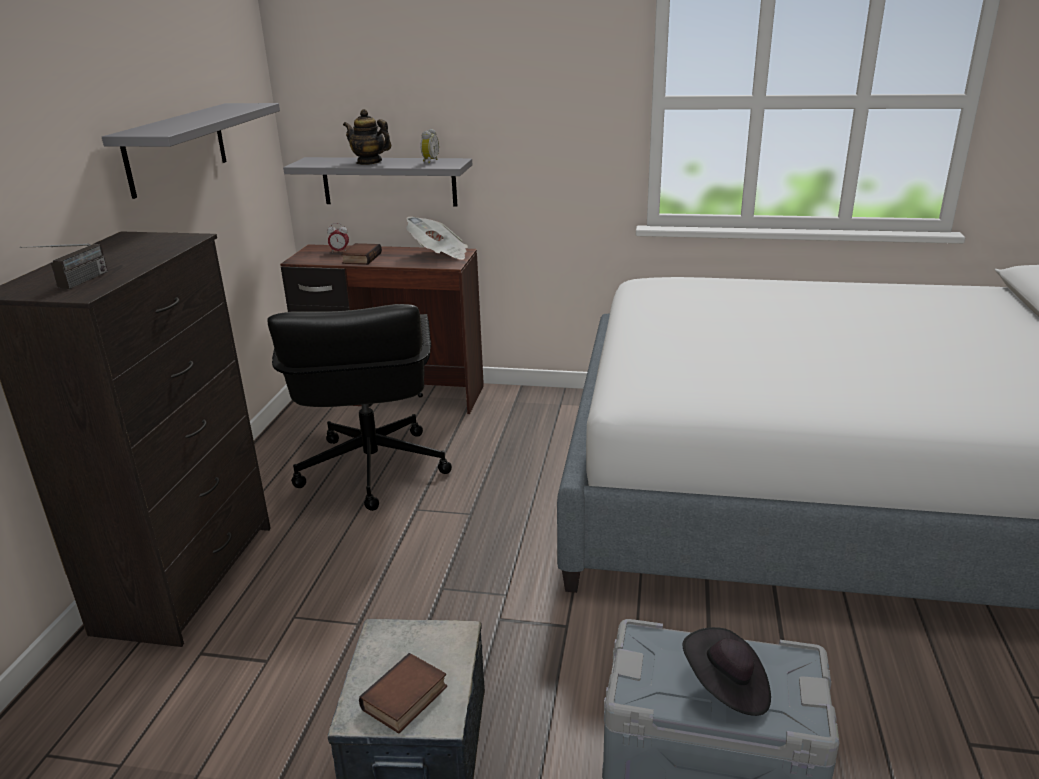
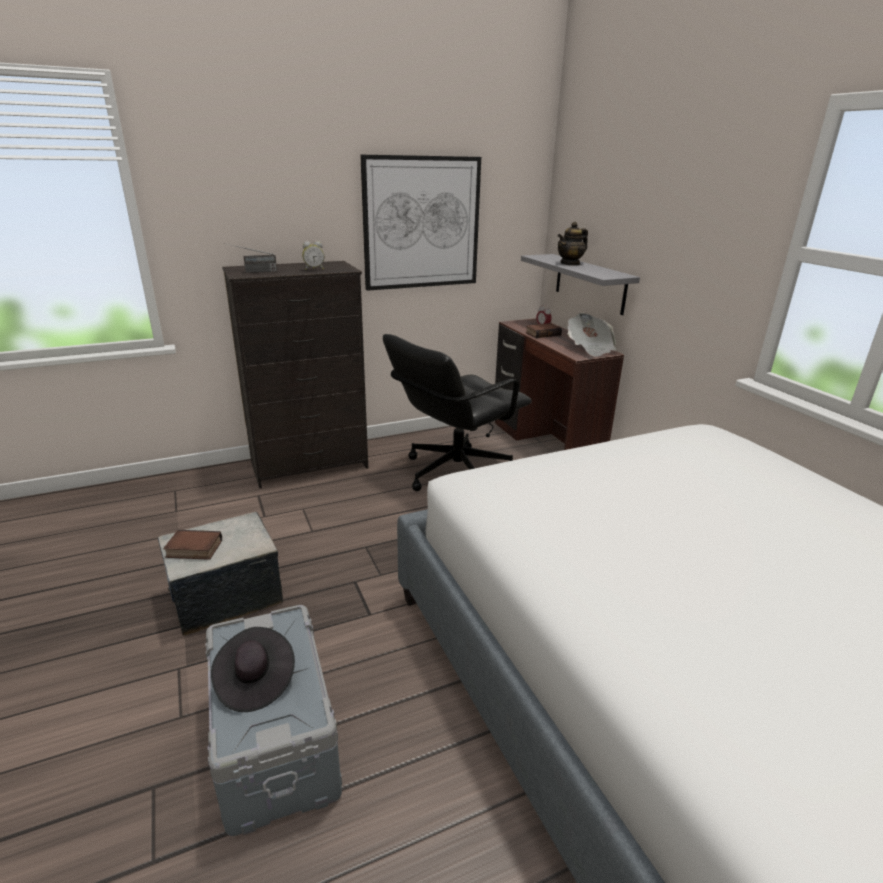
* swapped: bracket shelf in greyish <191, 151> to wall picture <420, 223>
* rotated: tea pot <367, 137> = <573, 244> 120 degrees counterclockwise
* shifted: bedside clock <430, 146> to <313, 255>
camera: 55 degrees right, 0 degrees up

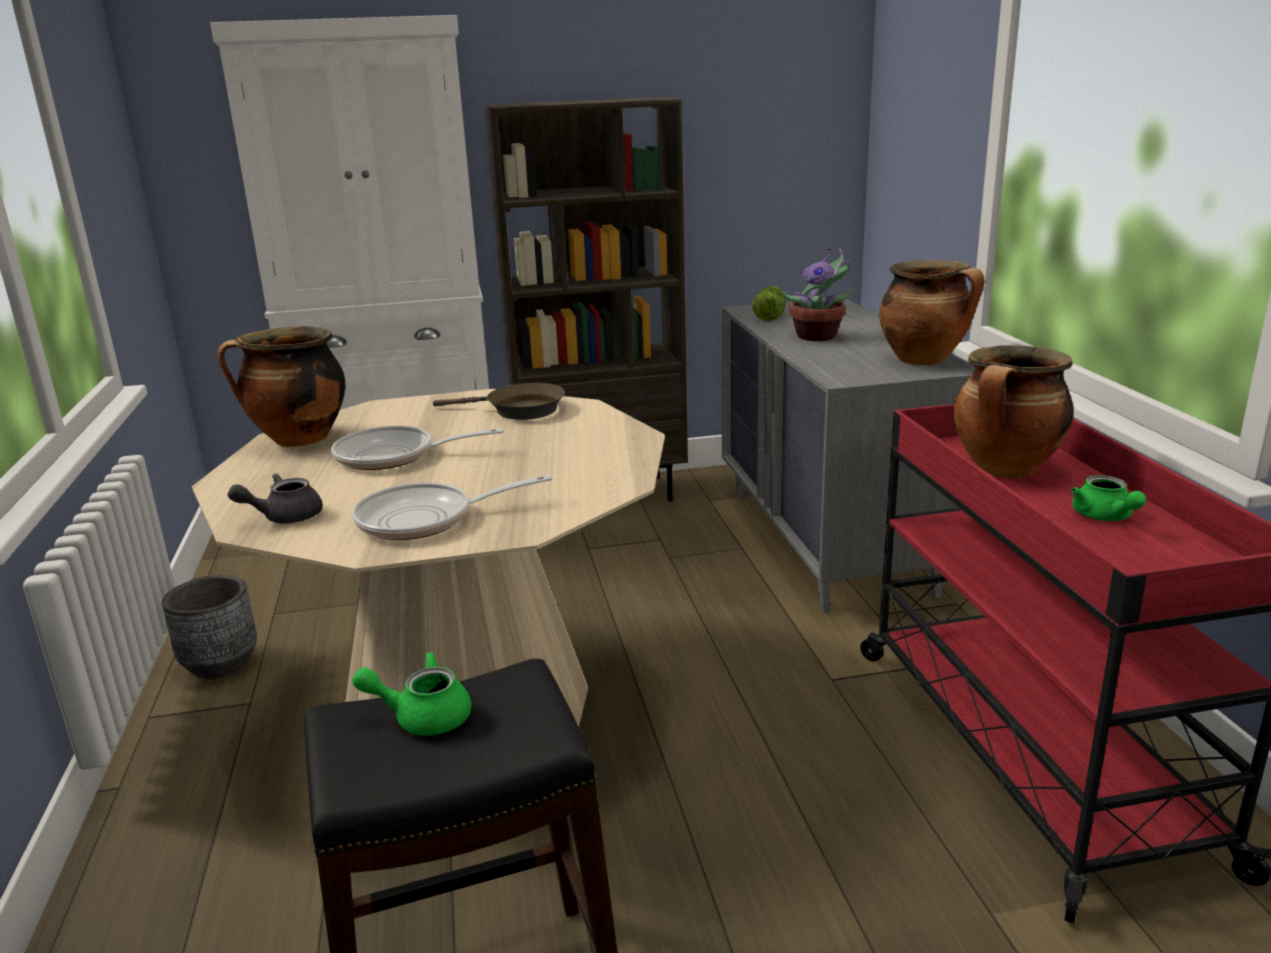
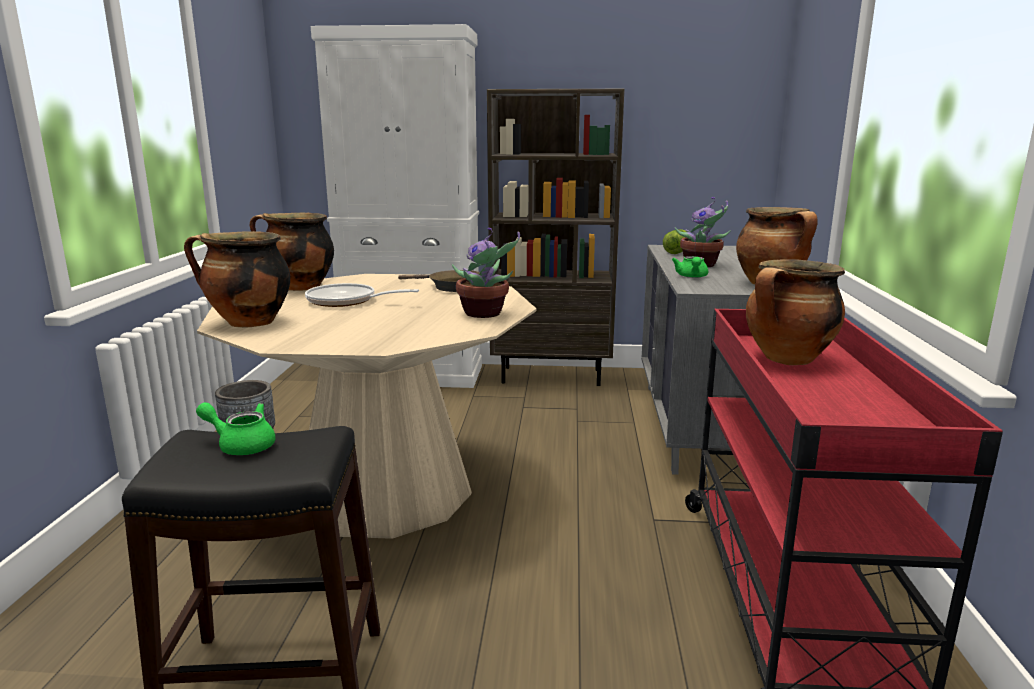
* swapped: tea pot in greyish <275, 498> to cooking pot <237, 279>
* gone: pan <452, 507>
* shifted: tea pot in greenish <1108, 498> to <690, 267>
* new: houseplant <486, 273>
camera: 15 degrees right, 5 degrees down

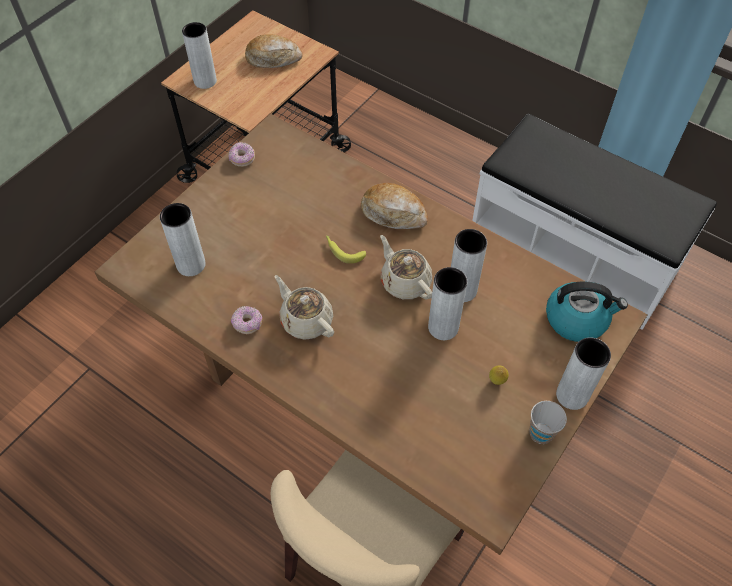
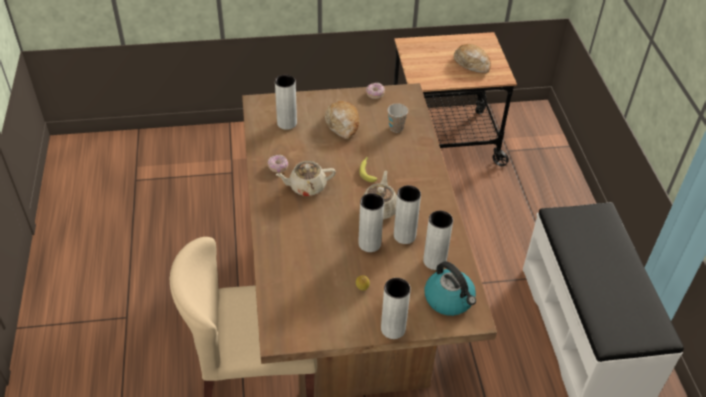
* shifted: vase in greyish <199, 55> to <438, 240>
* shifted: bread <394, 206> to <342, 120>
* rotated: tea pot in beige-coloured <304, 307> = <305, 178> 105 degrees counterclockwise
* shifted: drinking cup <548, 422> to <397, 118>
camera: 45 degrees right, 10 degrees down

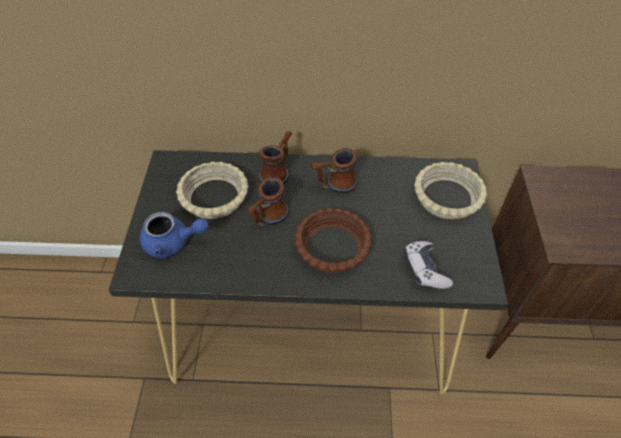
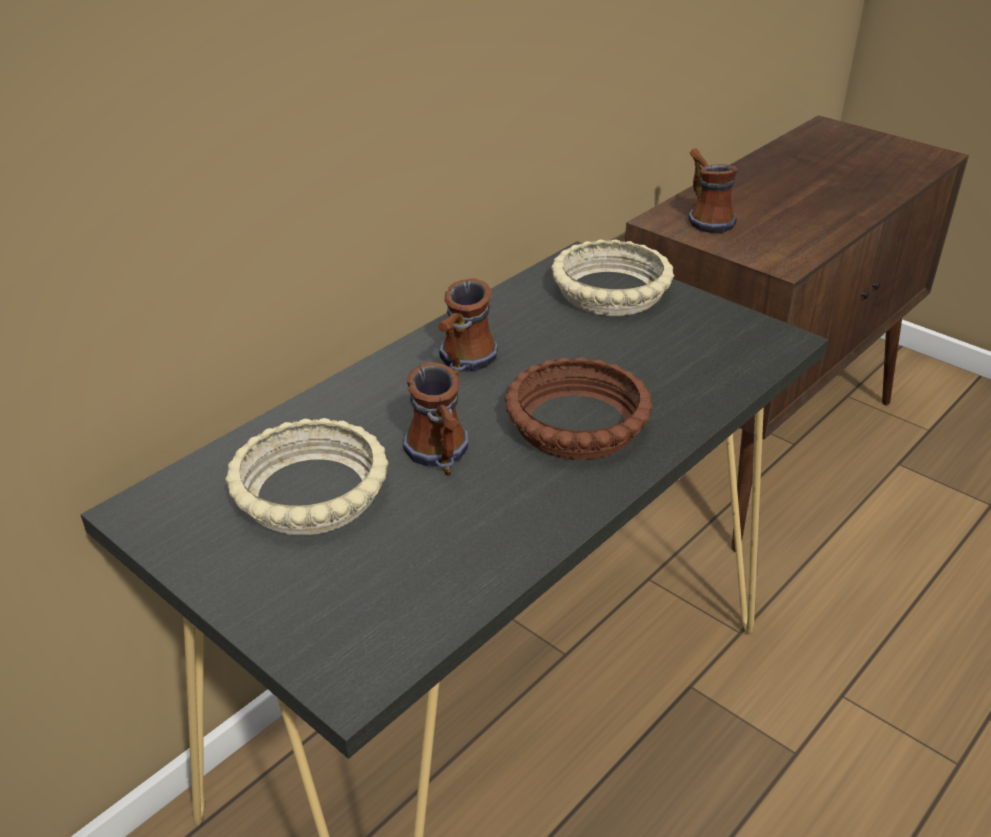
* shifted: tea mug <275, 158> to <713, 190>
* gone: tea pot in blue <174, 235>
* gone: gamepad <428, 265>
camera: 50 degrees left, 15 degrees down

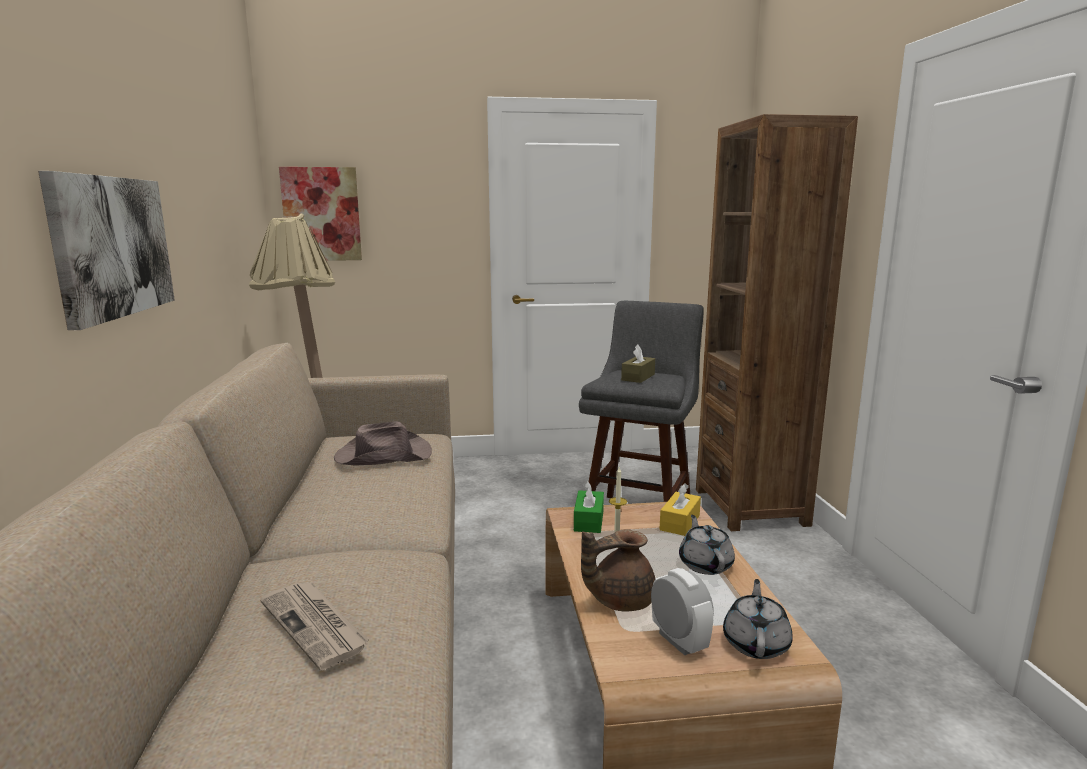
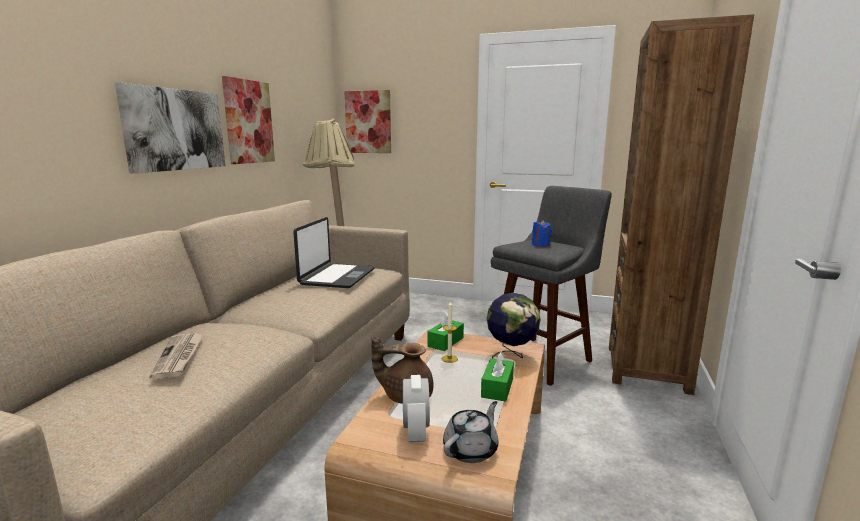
* swapped: tissue holder in brown-coloured <638, 364> to candle in blue <542, 233>
* swapped: wearable hat in brown-coloured <383, 443> to notebook computer <334, 252>
* swapped: tissue holder in yellowish <680, 509> to desk globe <514, 326>
* swapped: tea pot in greyish <707, 545> to tissue holder in greenish <497, 377>
* new: wall picture <248, 120>
camera: 25 degrees right, 0 degrees up

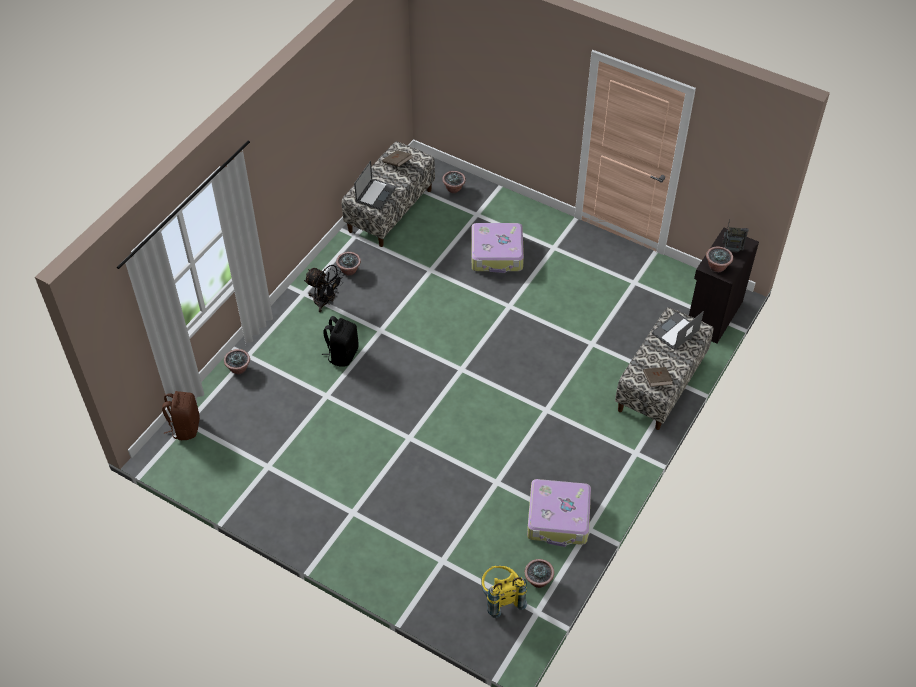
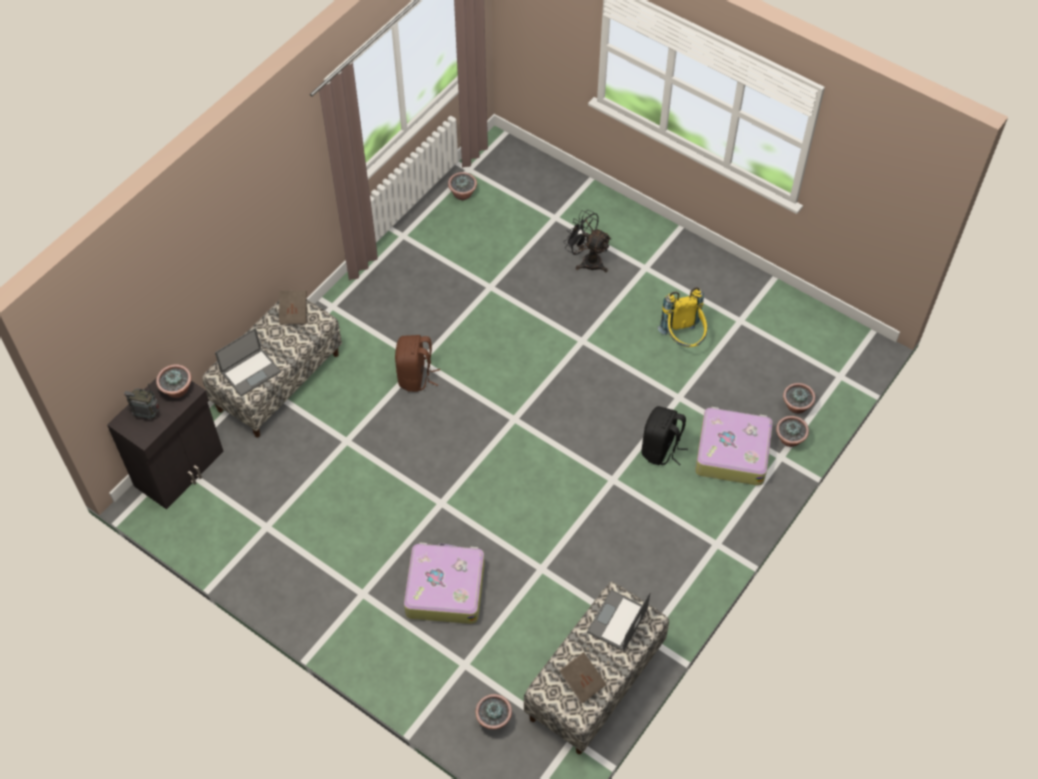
* shifted: houseplant <348, 264> to <799, 398>
* shifted: cooling fan in black-coloured <324, 288> to <588, 241>
* shifted: rucksack in brown-coloured <181, 415> to <417, 363>
* shifted: piece of luggage <559, 513> to <734, 446>
* shifted: rucksack in yellowish <504, 591> to <682, 317>
camera: 175 degrees left, 5 degrees up

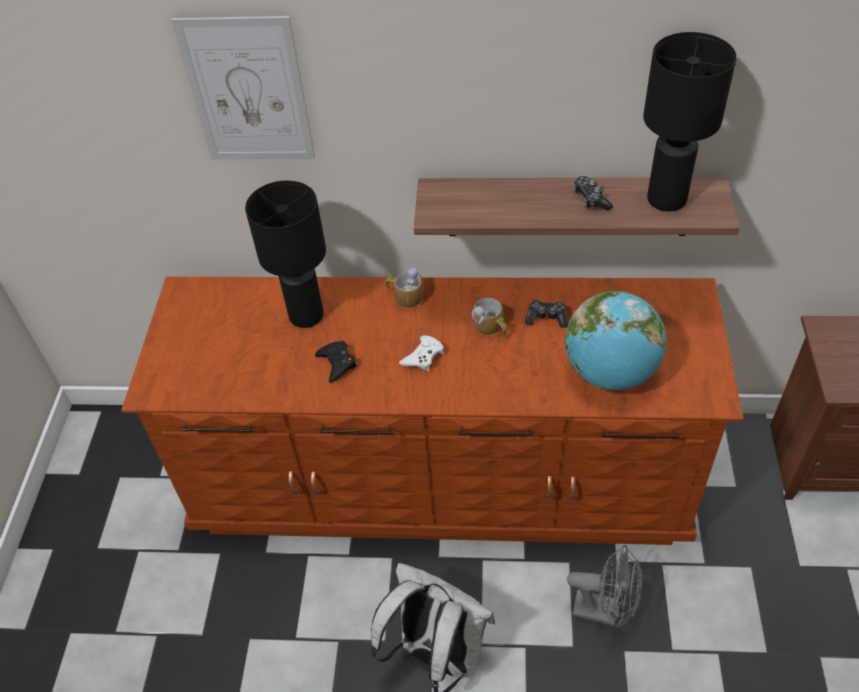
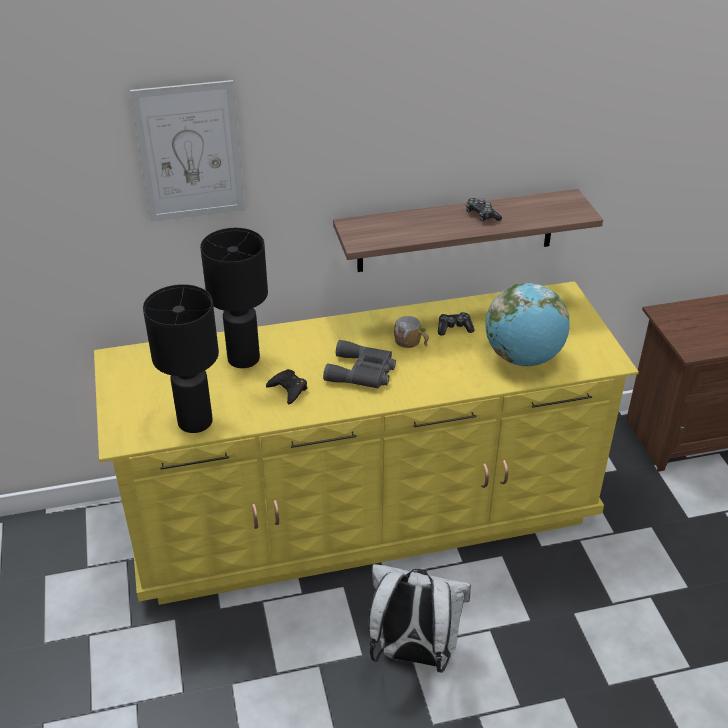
* shifted: tabletop lamp in black-coloured <690, 121> to <181, 358>
* gone: tea mug <404, 287>
* repainted: chest of drawers in brown-coloured <432, 411> to chest of drawers in yellowish <366, 443>
* swapped: gamepad in white-coloured <421, 353> to field glasses in greyish <359, 364>
* gone: cooling fan in greyish <604, 587>
camera: 20 degrees left, 10 degrees down

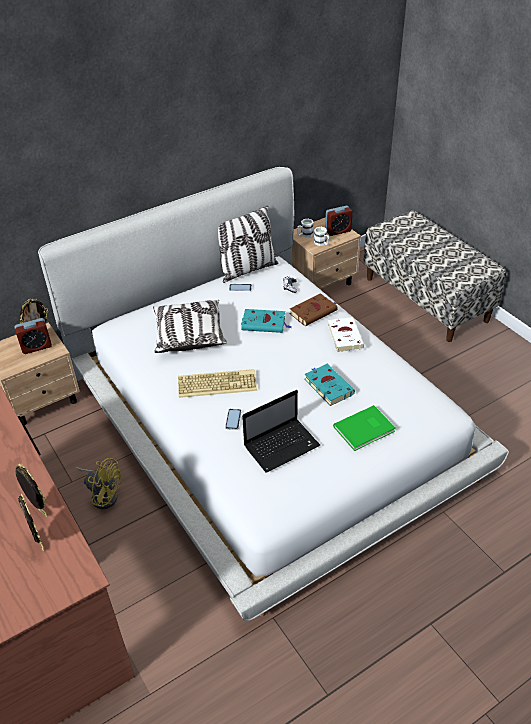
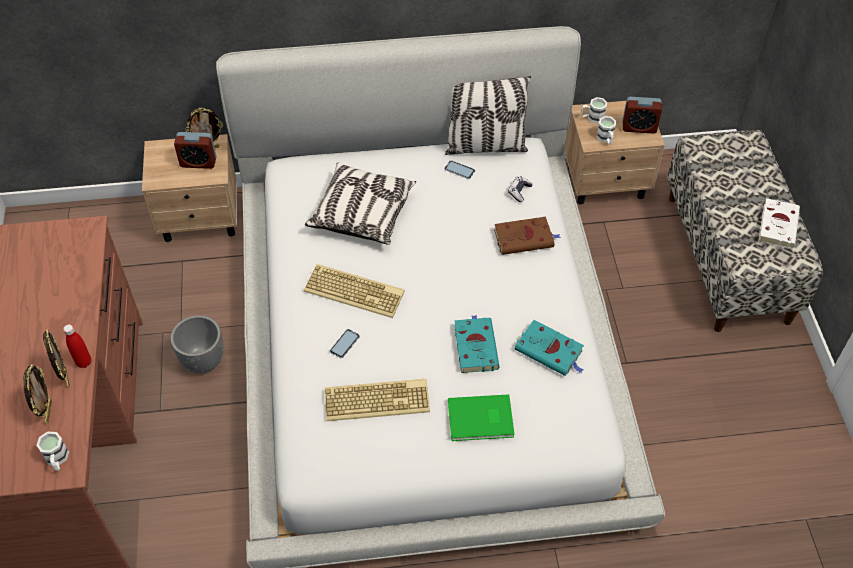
* shifted: volume in turquoise <266, 321> to <549, 348>
* shifted: volume in white-coloured <346, 334> to <779, 223>
* swapped: notebook computer <281, 431> to PC keyboard <377, 400>
* swapped: cooling fan in yellowish <98, 483> to flower pot in greyish <197, 344>
* new: drink bottle in reddish <77, 346>
* new: tea mug in white-coloured <52, 451>
camera: 25 degrees right, 10 degrees up

